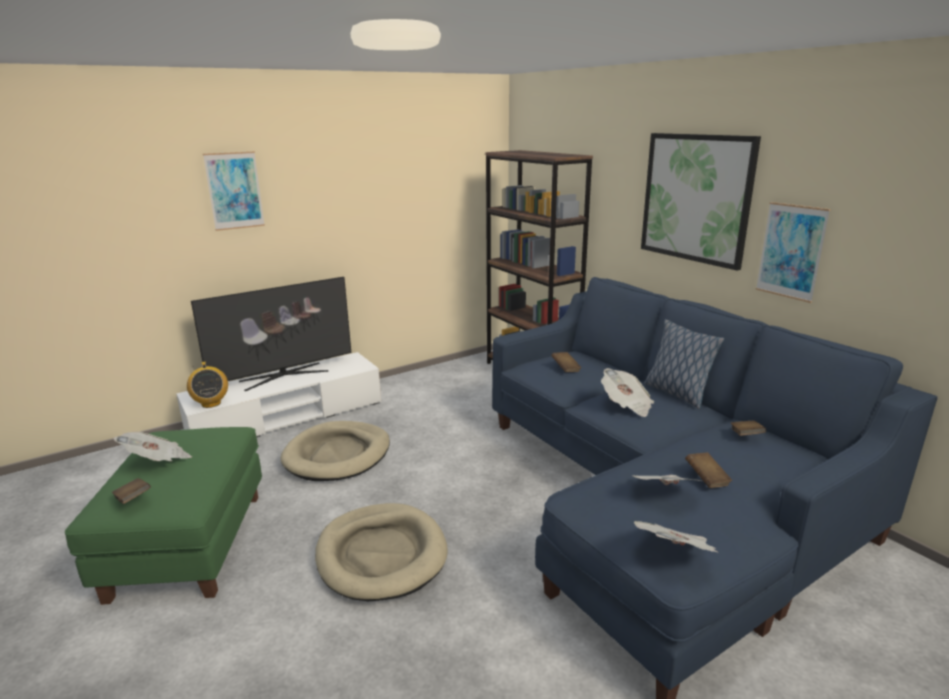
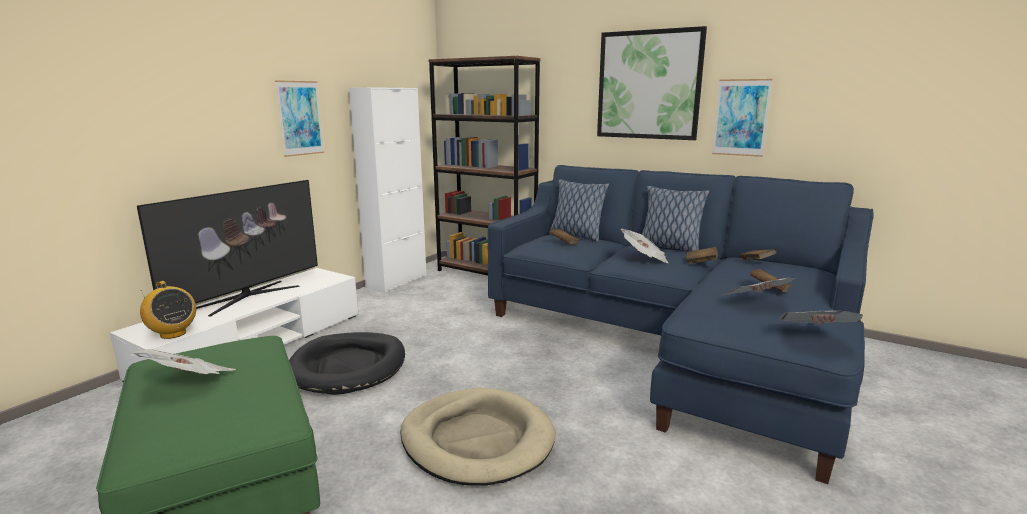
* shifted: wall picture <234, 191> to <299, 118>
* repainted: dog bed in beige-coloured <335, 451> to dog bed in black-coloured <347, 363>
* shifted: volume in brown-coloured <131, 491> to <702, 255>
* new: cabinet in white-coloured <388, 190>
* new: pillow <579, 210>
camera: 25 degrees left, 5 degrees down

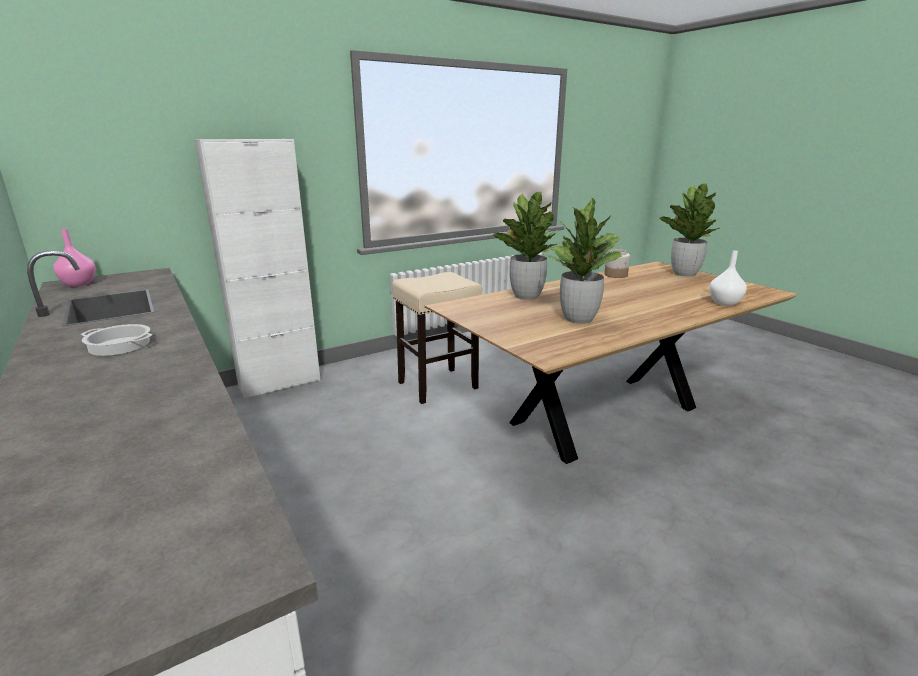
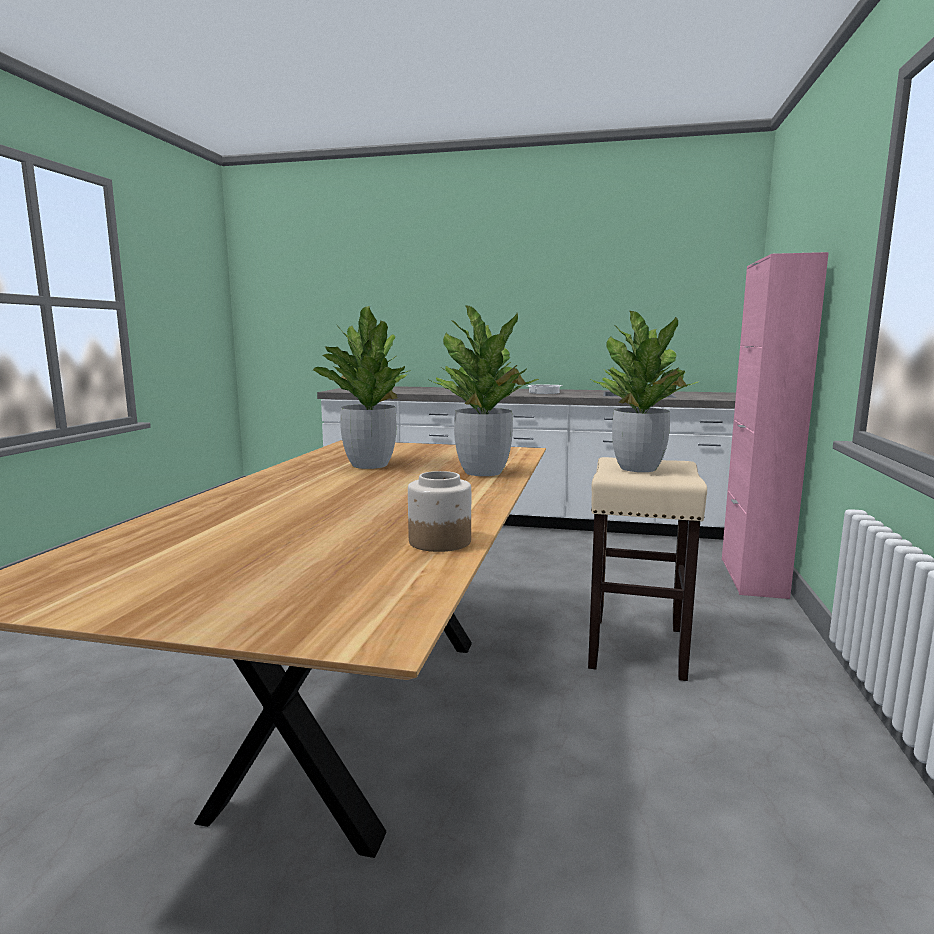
* repainted: cabinet in white-coloured <257, 269> to cabinet in pink <775, 425>
* shifted: houseplant <689, 230> to <645, 391>
* gone: vase in pink <75, 258>
* gone: vase in white-coloured <728, 278>
camera: 135 degrees right, 10 degrees down

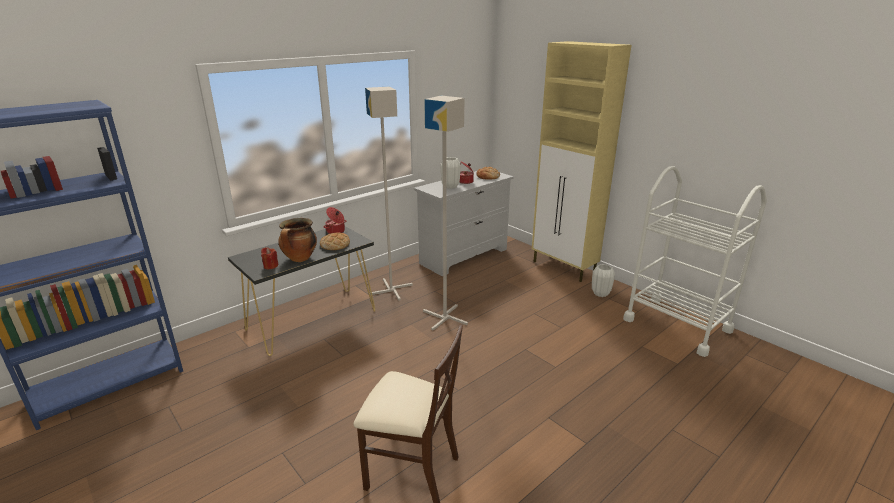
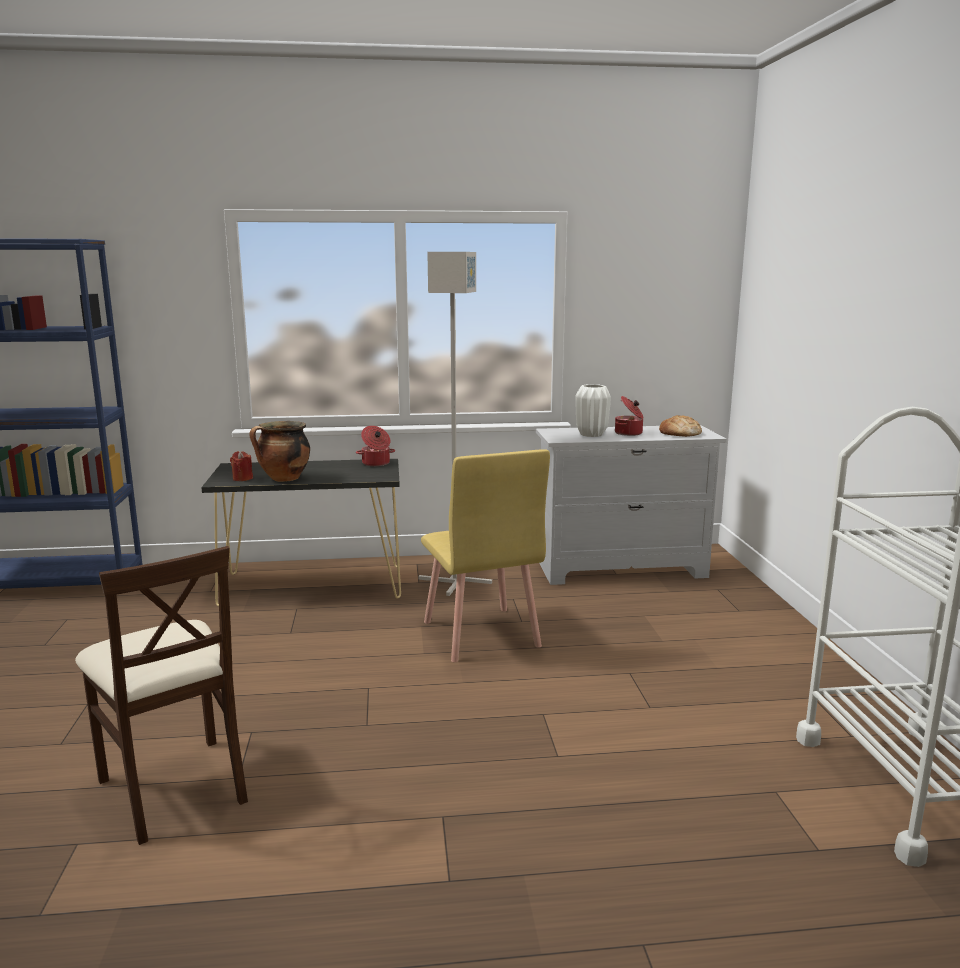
* gone: cabinet in beige-coloured <581, 161>
* swapped: standing lamp in greyish <445, 213> to plain chair in yellowish <485, 555>
* gone: bread <335, 241>
* gone: vase in white-coloured <603, 280>
camera: 35 degrees right, 10 degrees down

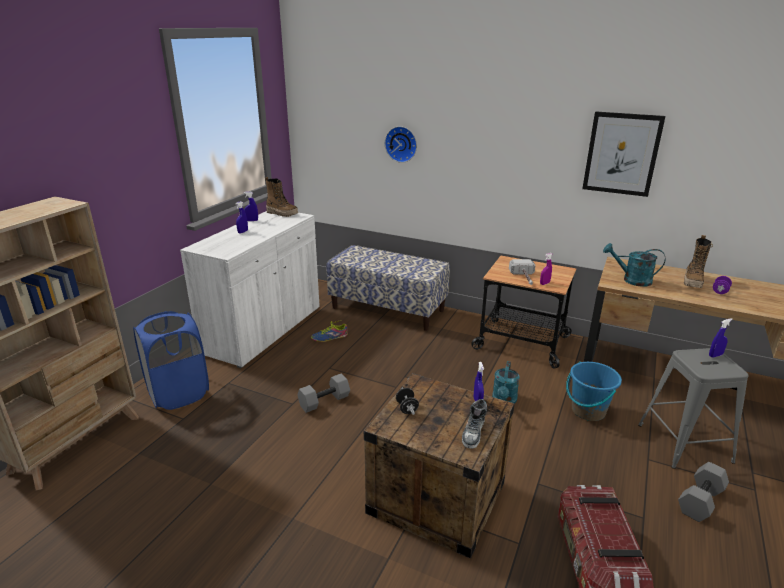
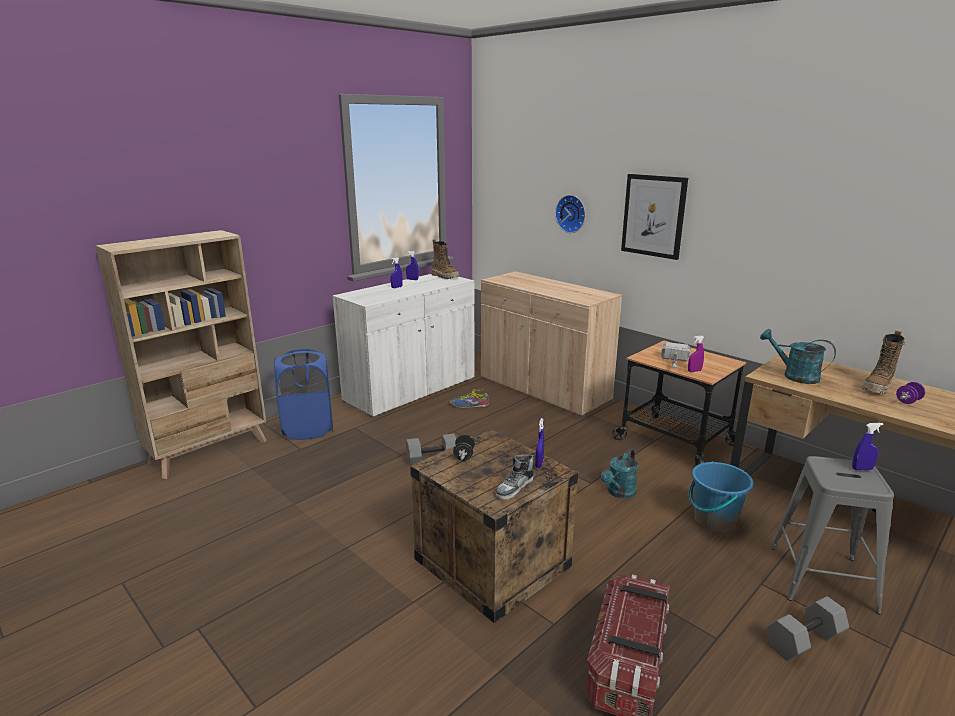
* shifted: wall picture <623, 154> to <654, 217>
* swapped: bench <388, 288> to cabinet in beige-coloured <551, 344>
camera: 20 degrees right, 5 degrees down

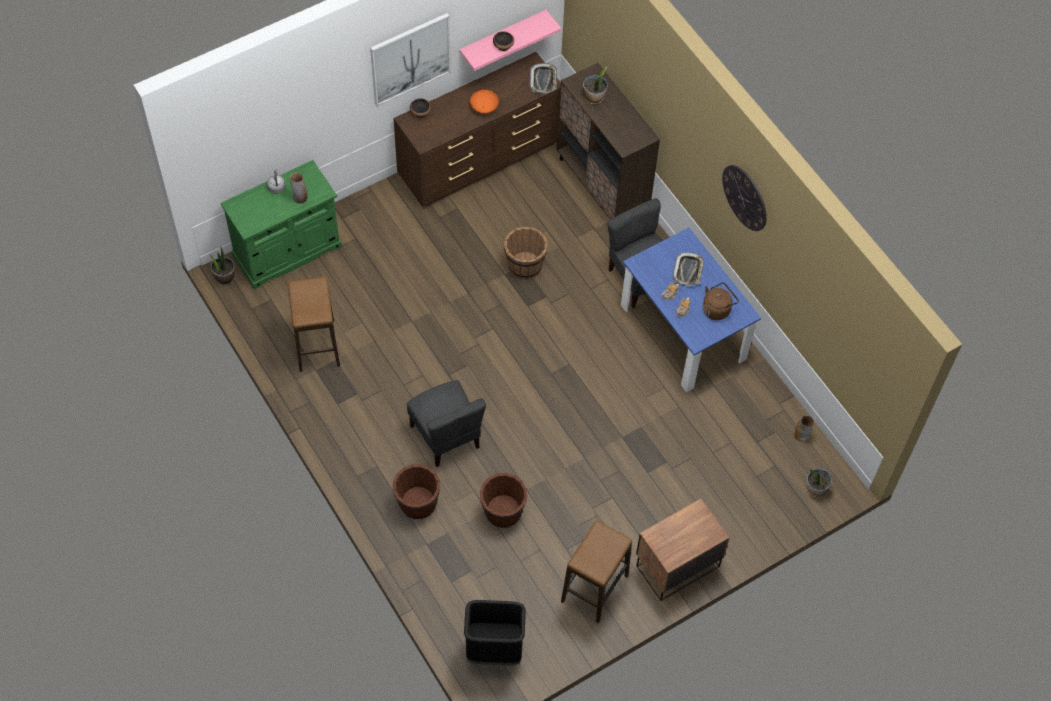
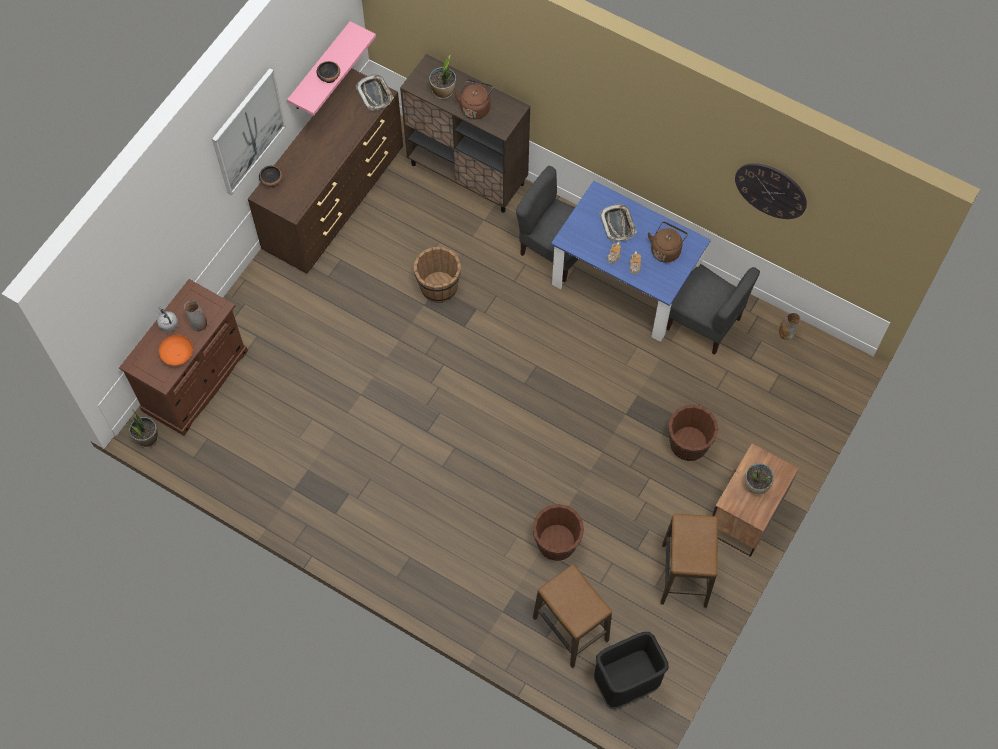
* shifted: serving bowl in orange <484, 102> to <176, 350>
* repainted: cabinet in greenish <281, 224> to cabinet in brown-coloured <183, 357>
* shifted: hanging clock <744, 198> to <771, 191>
* shifted: stool seat <314, 324> to <572, 616>
* shifted: plain chair in greyish <446, 423> to <713, 309>
* shifted: pail in brown-coloured <416, 491> to <693, 433>
* shifted: houseplant <819, 483> to <759, 479>
* new: tea kettle in brown-coloured <473, 99>
camera: 25 degrees left, 5 degrees up

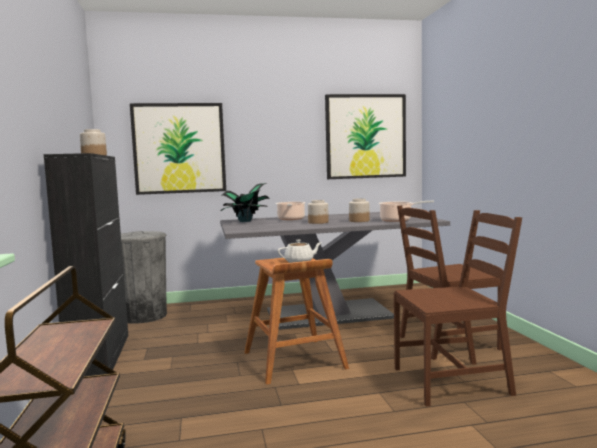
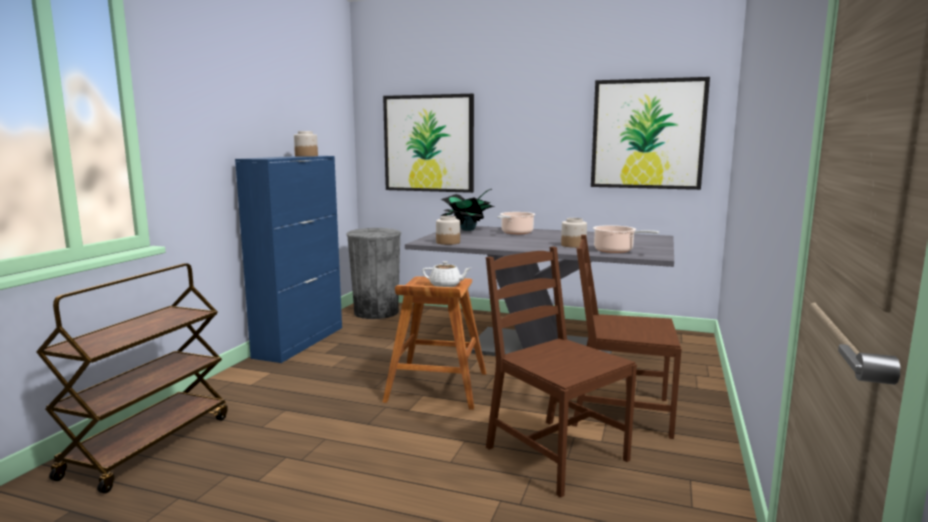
* repainted: cabinet in black-coloured <85, 265> to cabinet in blue <288, 259>
* shifted: storage jar <318, 212> to <448, 230>
* rotated: plain chair in brown-coloured <458, 308> = <561, 372> 150 degrees counterclockwise
camera: 30 degrees right, 5 degrees up

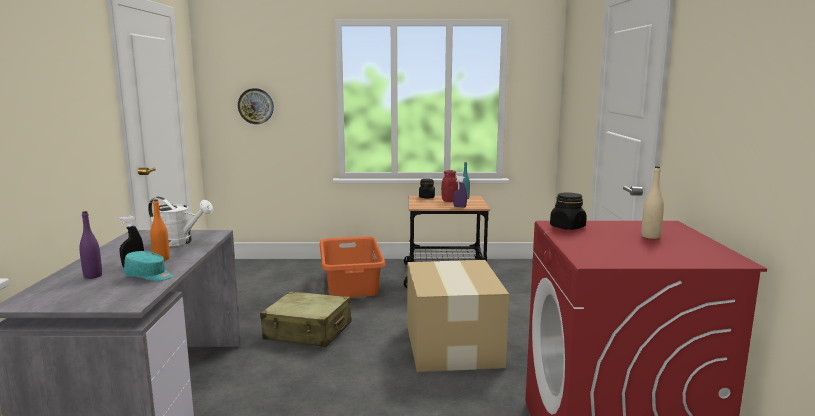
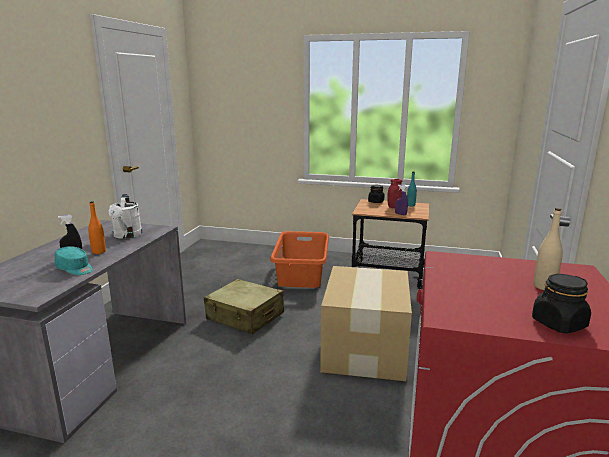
* gone: hanging clock <256, 106>
* shifted: storage jar in black-coloured <568, 211> to <561, 304>
* rotated: watering can in white-coloured <180, 221> = <125, 216> 45 degrees clockwise
* gone: drink bottle in purple <90, 245>
camera: 15 degrees right, 5 degrees up

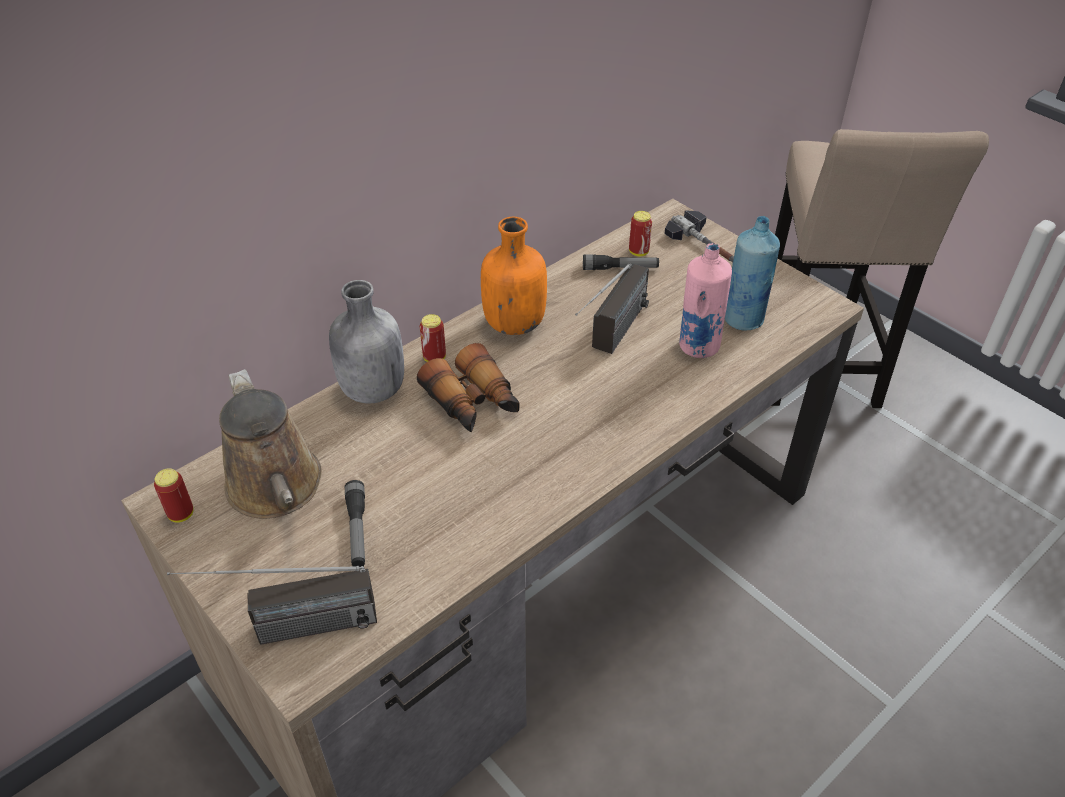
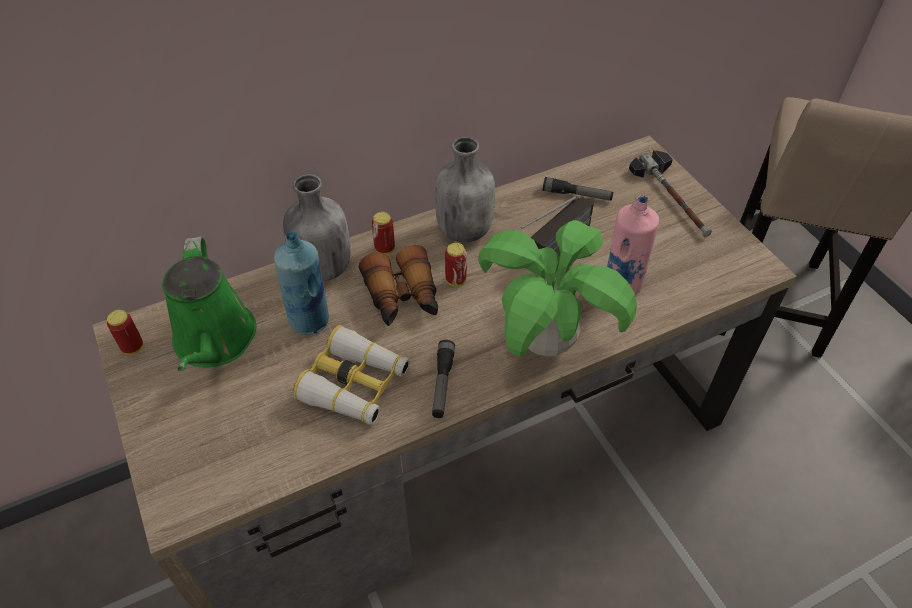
* shifted: sealed can <640, 233> to <456, 264>
* shifted: drink bottle in blue <752, 273> to <301, 283>
* repainted: drink bottle in orange <514, 276> to drink bottle in greyish <465, 189>
* repainted: watering can in brown-coloured <270, 444> to watering can in greenish <209, 303>
* shifted: hand torch <355, 523> to <443, 379>
* gone: radio set <272, 605>
* new: houseplant <557, 288>
* new: field glasses <351, 375>
camera: 15 degrees right, 5 degrees up

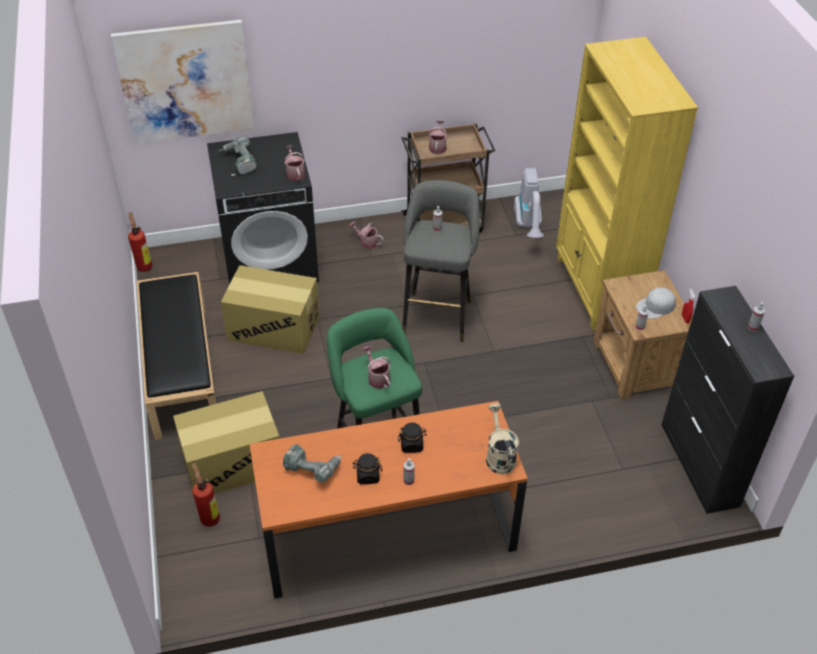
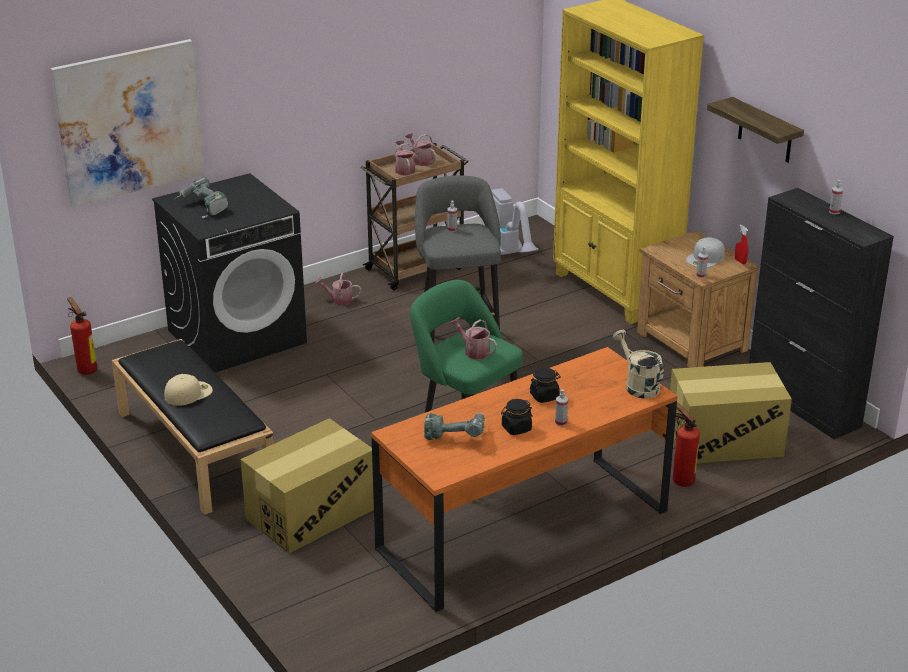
* shifted: watering can <294, 163> to <421, 149>
* shifted: carton <270, 309> to <731, 412>
* shifted: fire-fighting cylinder <205, 494> to <686, 444>
* new: bracket shelf <755, 130>
* new: peaked cap in beige-coloured <188, 390>
camera: 20 degrees left, 15 degrees down

